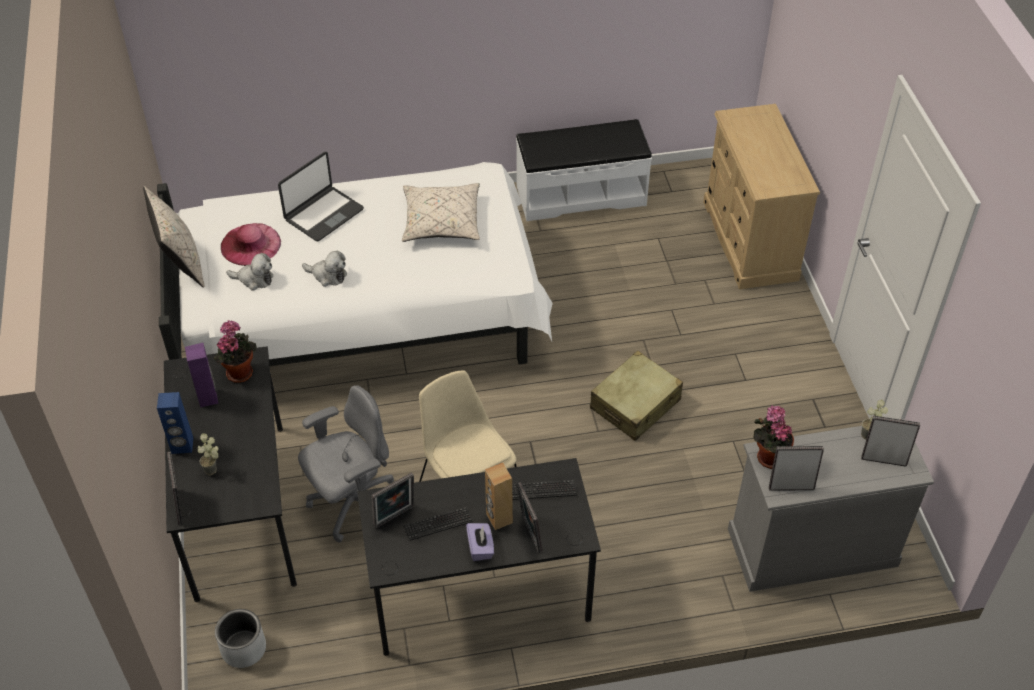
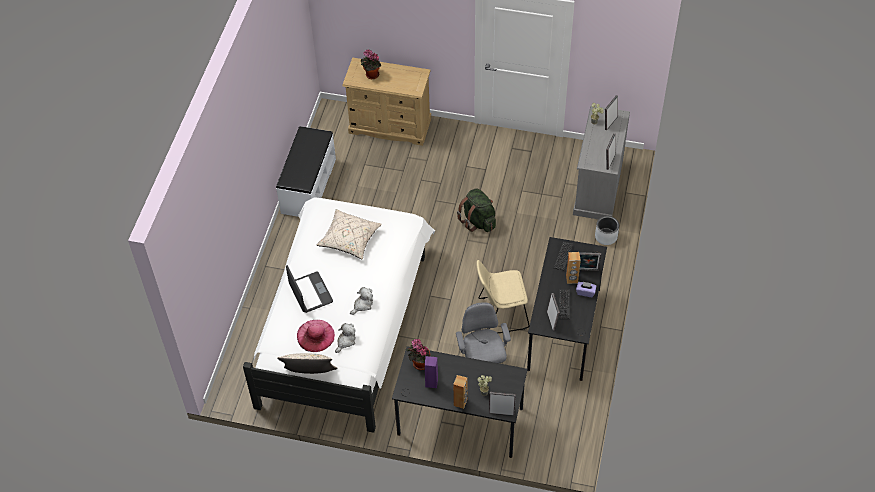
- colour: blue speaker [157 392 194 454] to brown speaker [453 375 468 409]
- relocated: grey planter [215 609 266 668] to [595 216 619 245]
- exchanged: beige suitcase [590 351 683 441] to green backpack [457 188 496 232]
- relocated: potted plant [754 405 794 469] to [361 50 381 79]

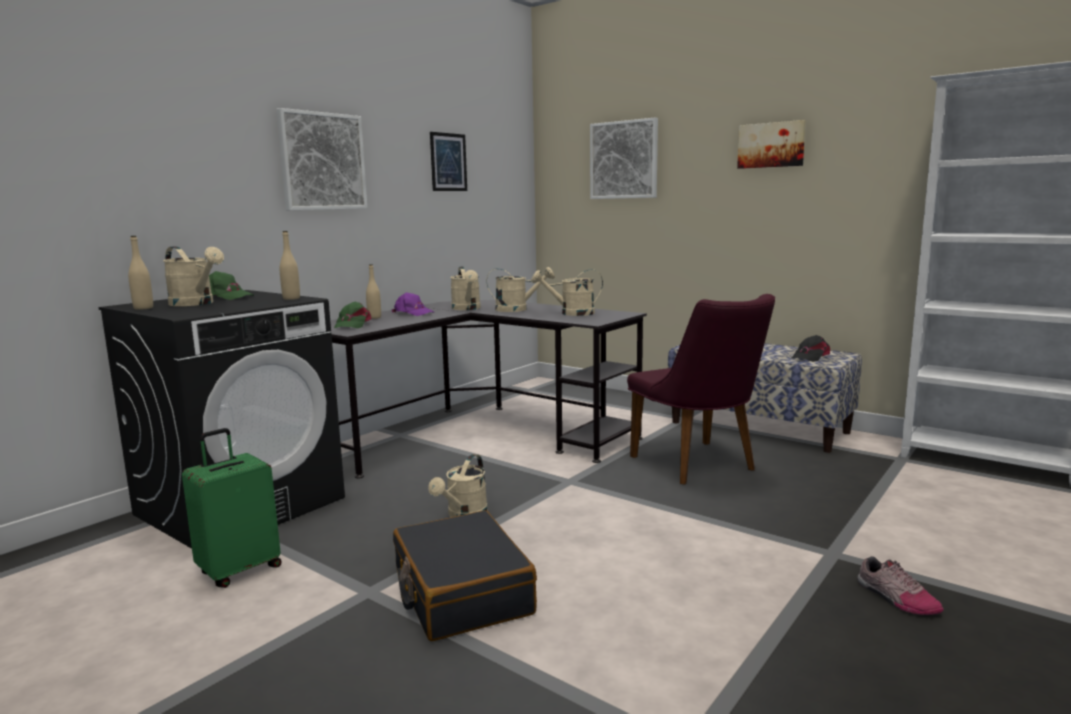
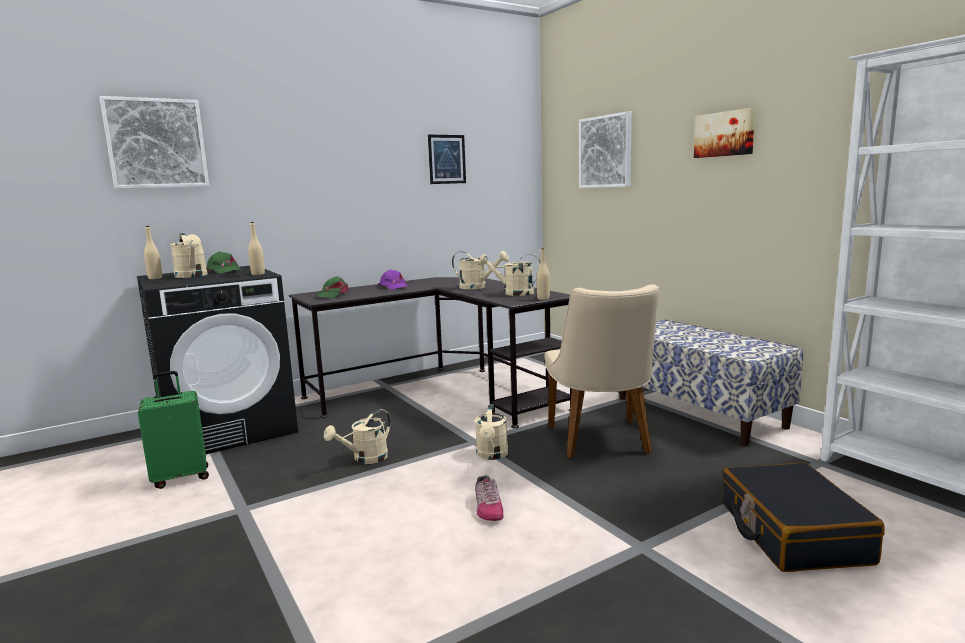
- relocated: picture [276 108 367 210] to [100 96 209 189]
- relocated: beige bottle [366 264 381 319] to [536 248 550 300]
- relocated: black suitcase [393 510 537 641] to [722 462 885 572]
- relocated: beige watering can [450 267 481 310] to [475 404 508 460]
- colour: purple chair [627 294 775 485] to beige chair [544 284 659 459]
- missing: black cap [792 335 830 362]
- relocated: shoe [857 556 944 615] to [475 475 504 521]

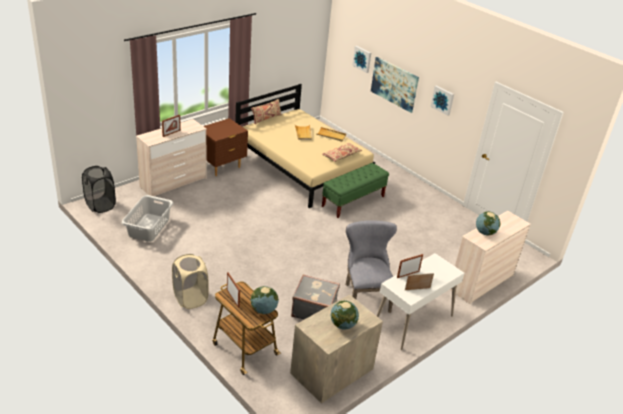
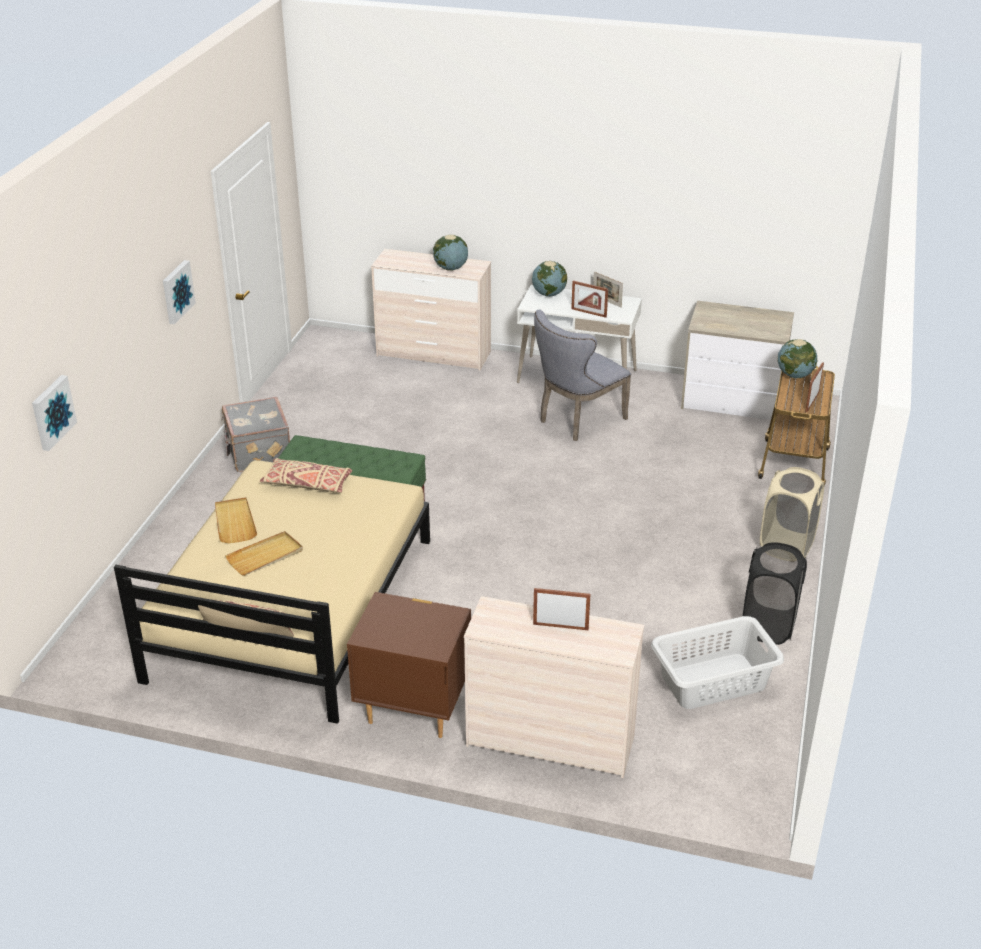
- relocated: black laundry basket [82 166 116 213] to [743 542 807 645]
- relocated: grey suitcase [291 274 340 319] to [222 397 290 472]
- relocated: globe [331 301 359 330] to [532 261 567 297]
- missing: picture [371 57 419 113]

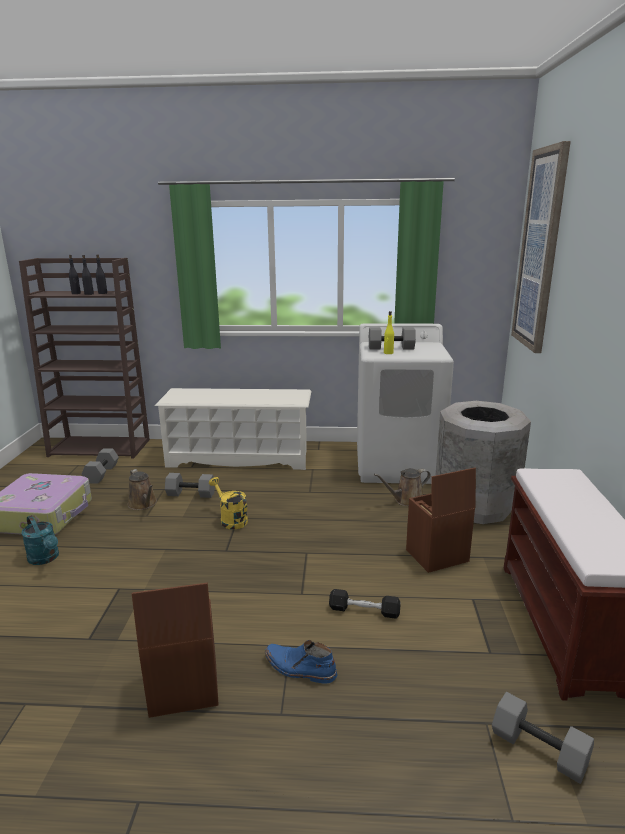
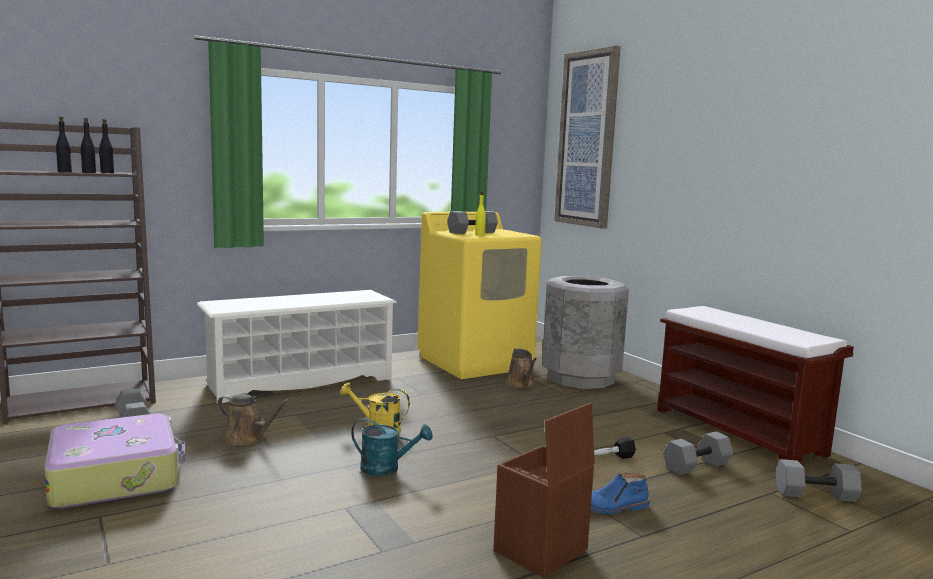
- relocated: turquoise watering can [21 515 59 565] to [351 418 432 476]
- relocated: grey dumbbell [165 473 215 498] to [663 431 733 475]
- colour: white washing machine [357 323 454 484] to yellow washing machine [417 212 542 379]
- spun: brown watering can [374 468 430 506] = [506 348 537 388] 45 degrees counterclockwise
- missing: brown storage box [406 468 476 573]

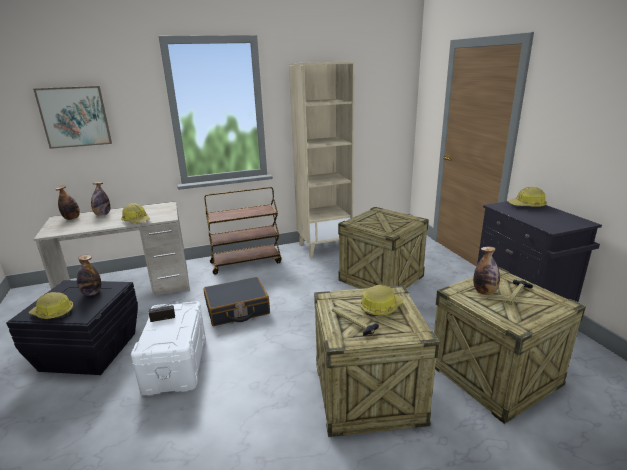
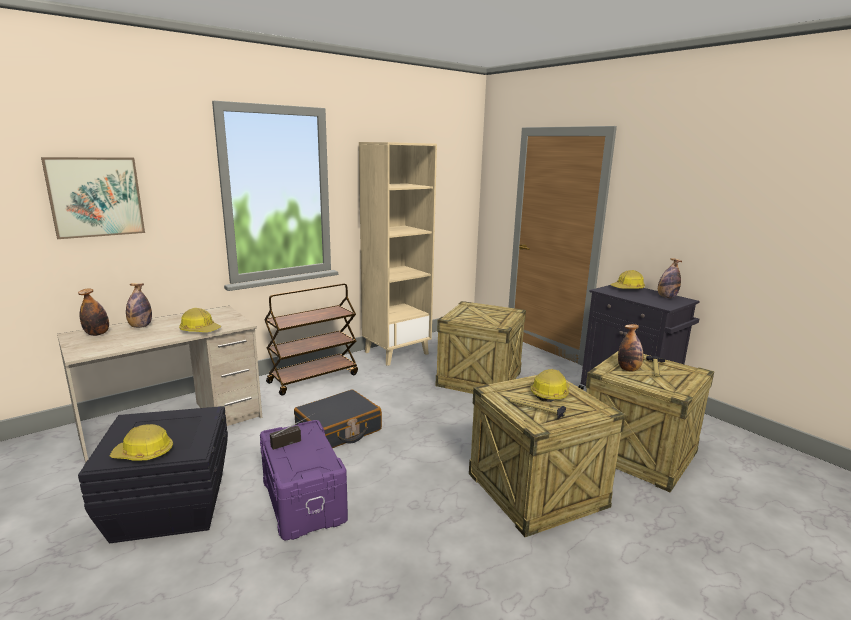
- relocated: bottle [77 255 101 296] to [658 258 682 298]
- colour: white storage box [131 301 206 396] to purple storage box [260 420 348 540]

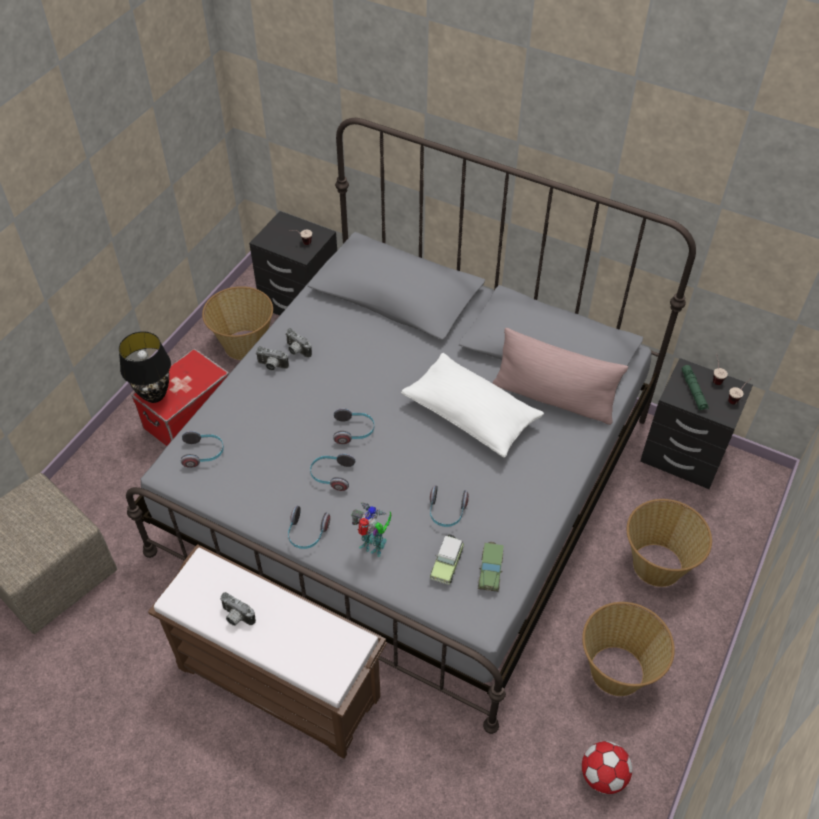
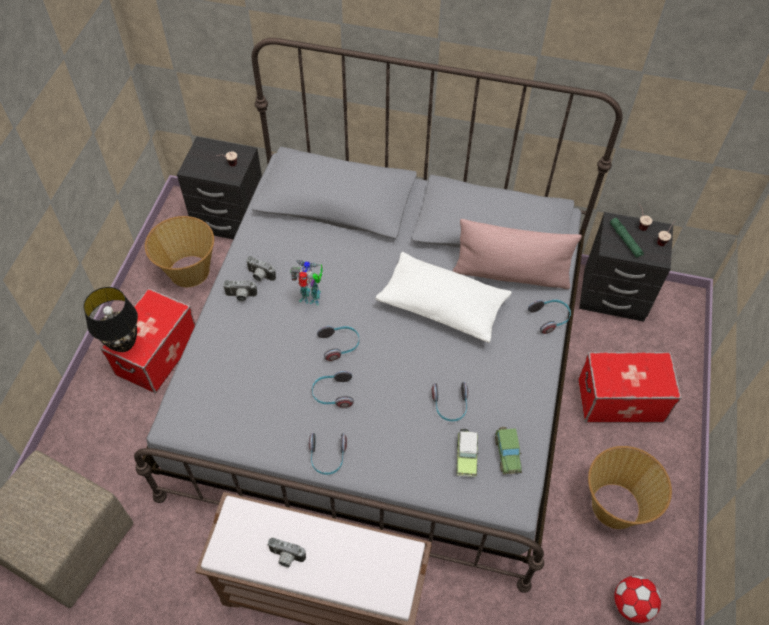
- relocated: headphones [181 431 224 468] to [528 300 571 334]
- relocated: toy robot [351 502 392 557] to [290 260 323 306]
- exchanged: basket [627 499 712 587] to storage box [578 352 682 423]

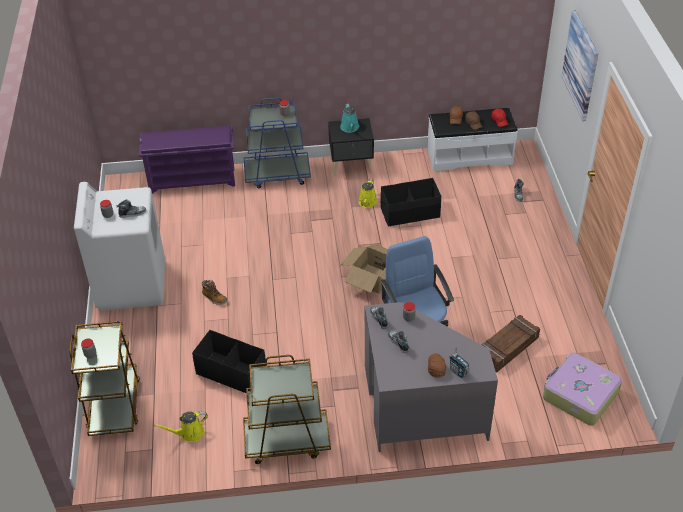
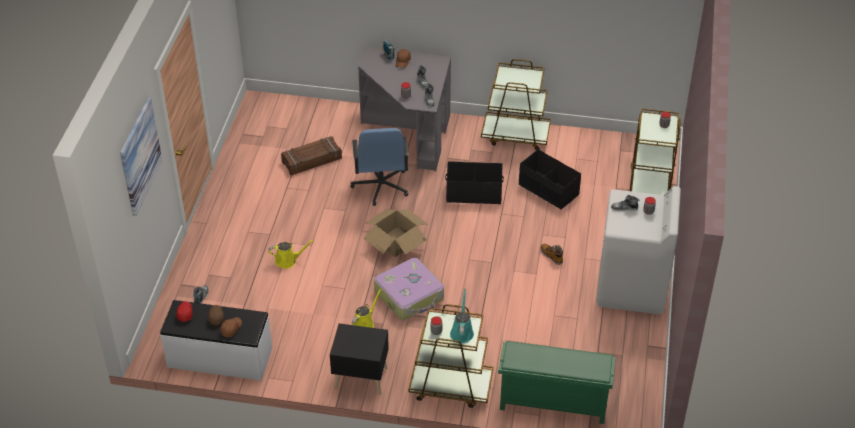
- colour: purple shoe rack [139 126 235 194] to green shoe rack [498 341 616 424]
- relocated: yellow watering can [154 411 208 442] to [269 240 314 269]
- colour: blue cart [244 98 311 188] to brown cart [408 304 493 408]
- relocated: turquoise watering can [340 104 359 133] to [450 289 474 343]
- relocated: black storage box [381 178 441 227] to [445 161 504 204]
- relocated: suitcase [543 353 622 426] to [374 258 444 320]

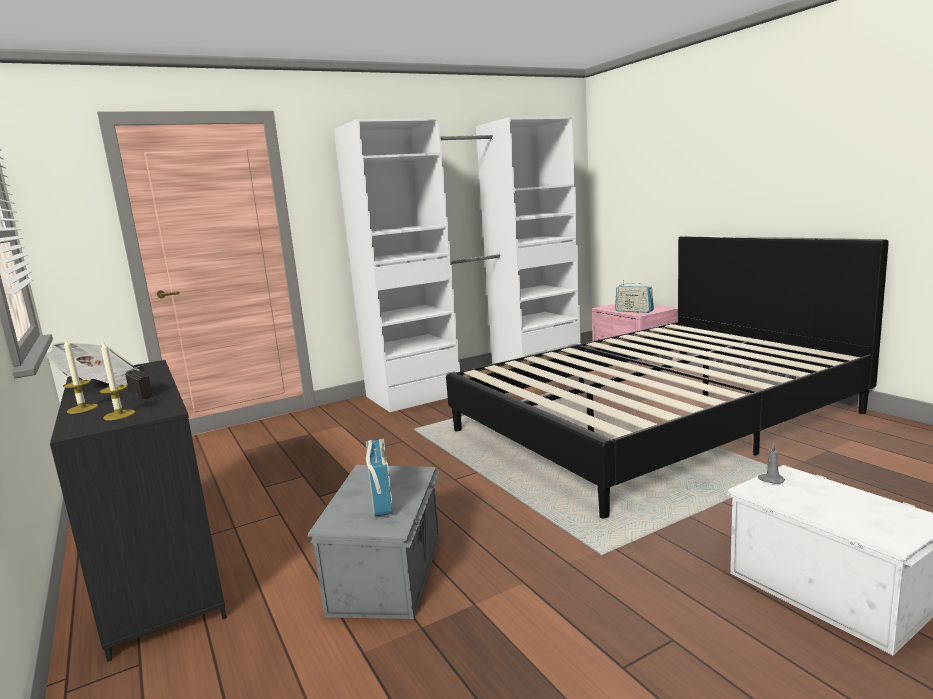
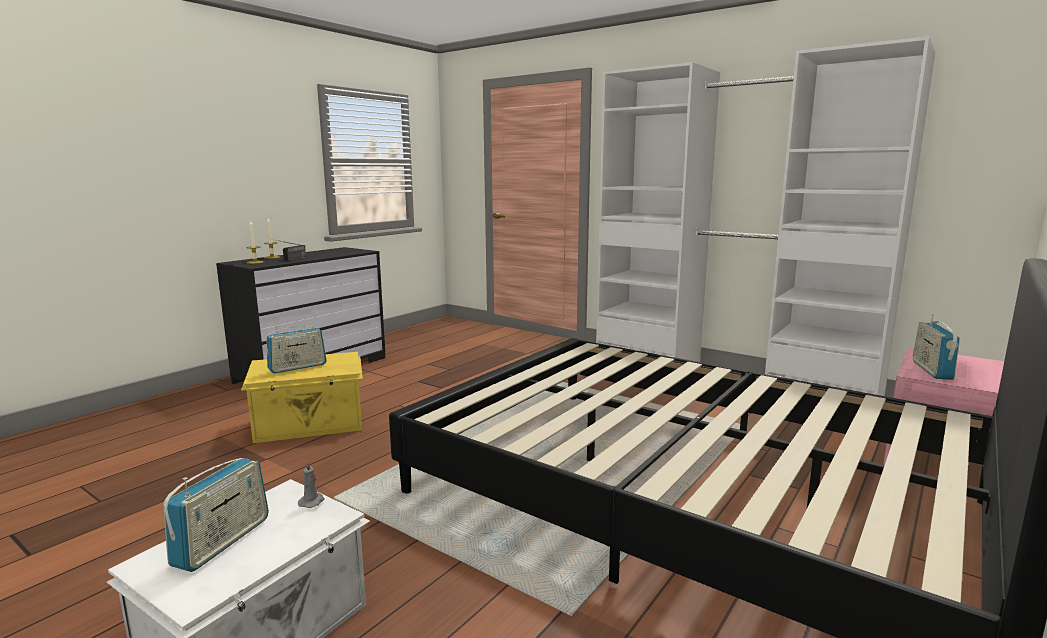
- missing: newspaper [47 343 140 385]
- colour: grey storage box [308 465 440 619] to yellow storage box [241 352 363 443]
- appeared: radio [163 458 269 572]

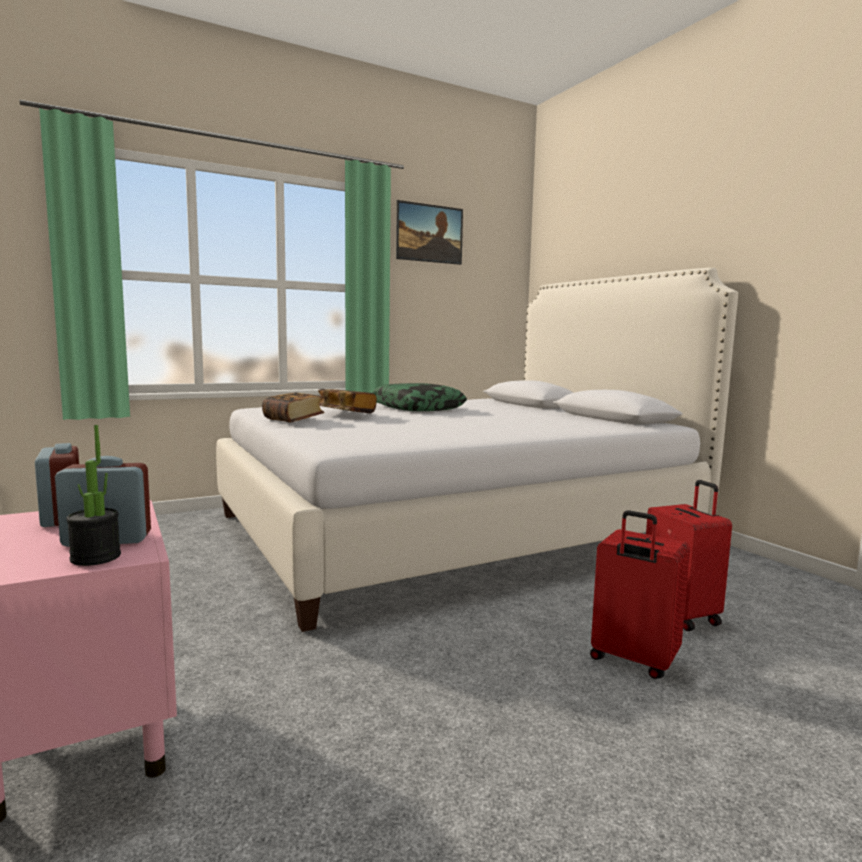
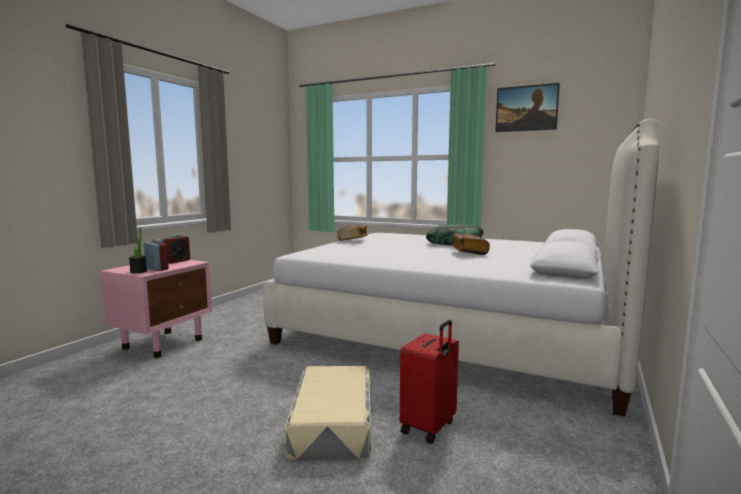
- relocated: book [318 389 377 413] to [452 234 490 255]
- exchanged: red suitcase [590 510 690 679] to beige storage box [285 366 371 460]

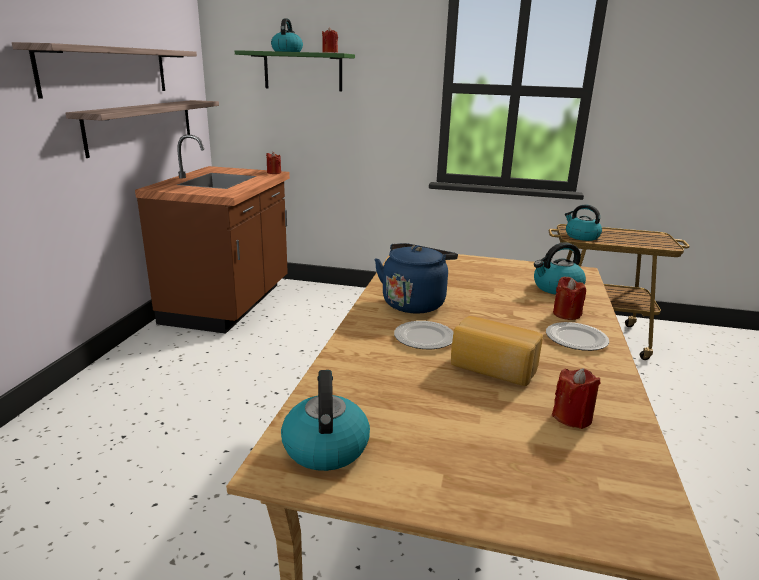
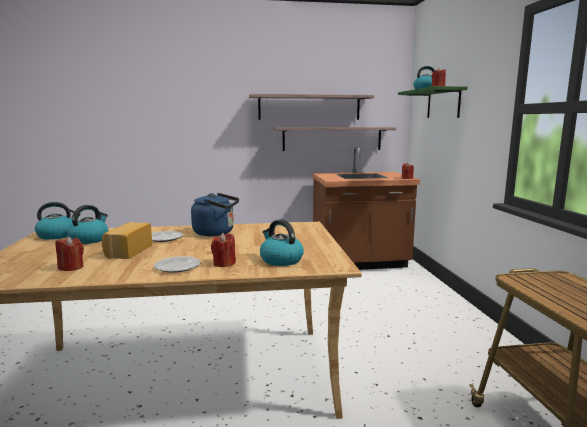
- relocated: kettle [565 204 602 241] to [67 205 108 244]

